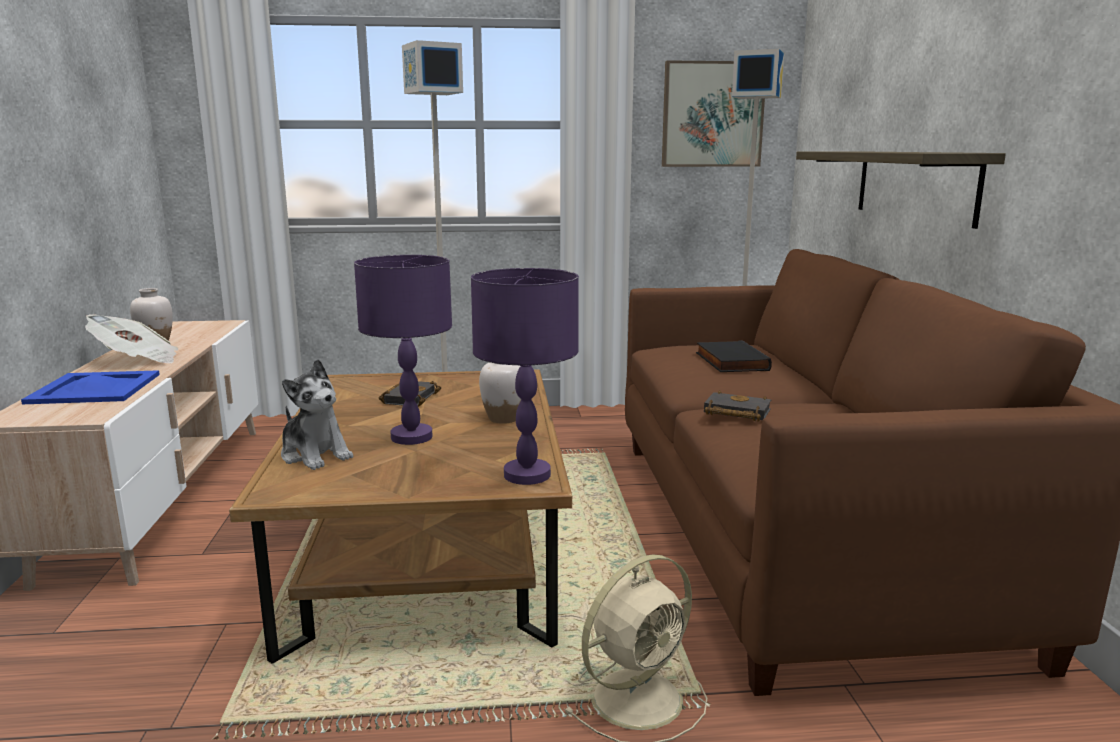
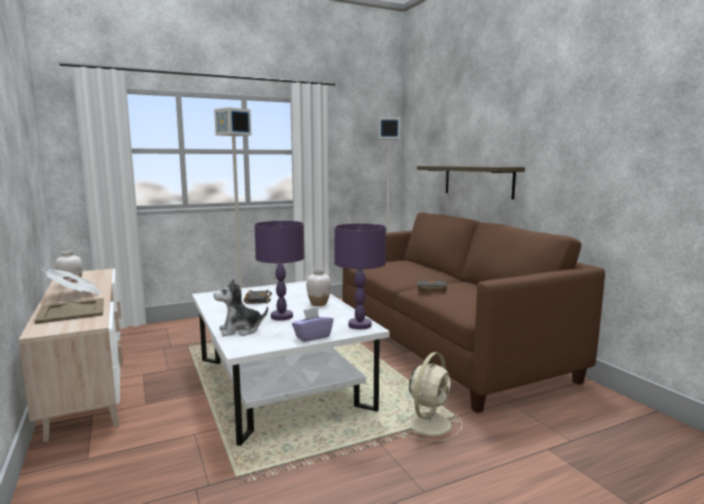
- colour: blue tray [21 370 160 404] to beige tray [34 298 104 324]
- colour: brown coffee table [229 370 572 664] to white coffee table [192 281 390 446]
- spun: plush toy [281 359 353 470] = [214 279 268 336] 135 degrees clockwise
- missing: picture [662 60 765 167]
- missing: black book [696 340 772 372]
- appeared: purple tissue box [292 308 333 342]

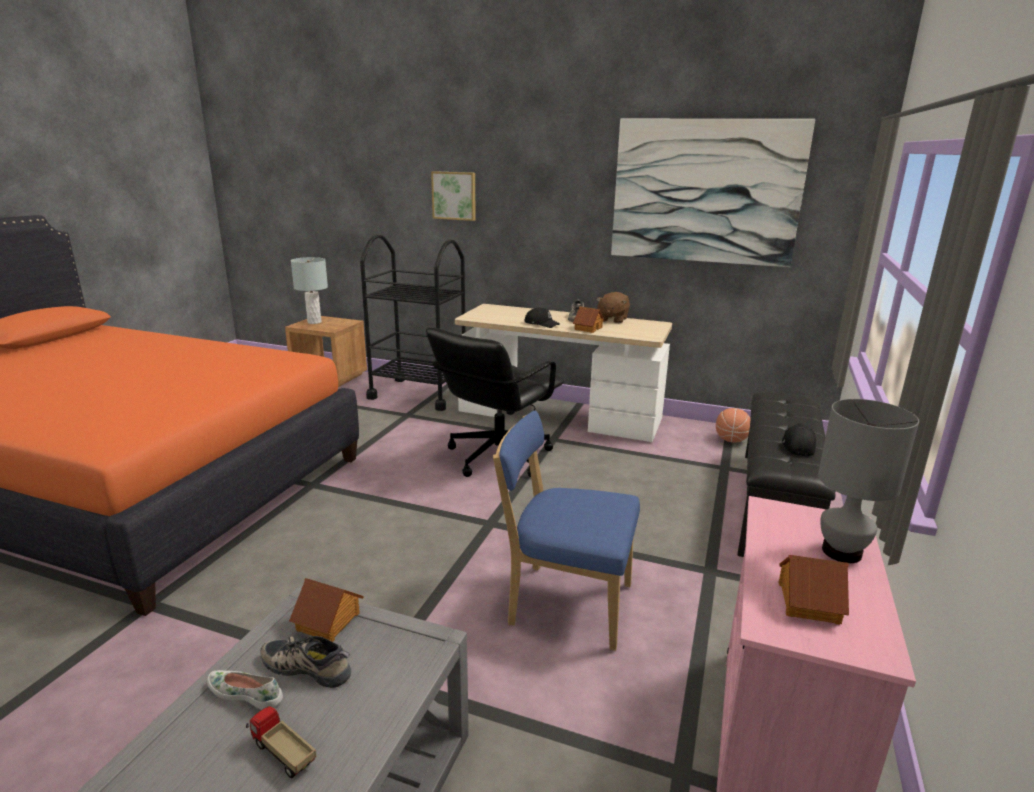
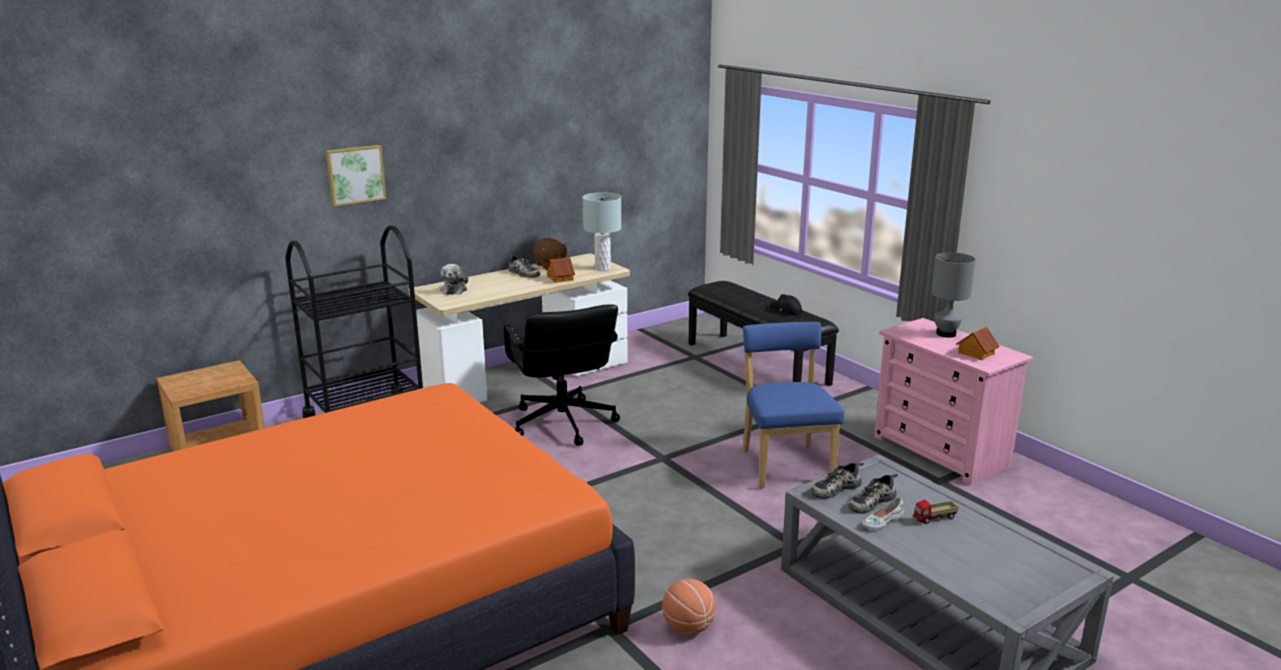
- exchanged: toy house [289 578 364 642] to shoe [810 462 864 499]
- relocated: grey table lamp [291 257 328 324] to [582 192 621 271]
- spun: blue chair [493 410 640 651] = [742 322 844 488] 120 degrees clockwise
- missing: black cap [524 307 560 328]
- missing: picture [611 119 815 267]
- relocated: basketball [716 408 751 443] to [662 579 716 635]
- appeared: plush toy [440 264 468 295]

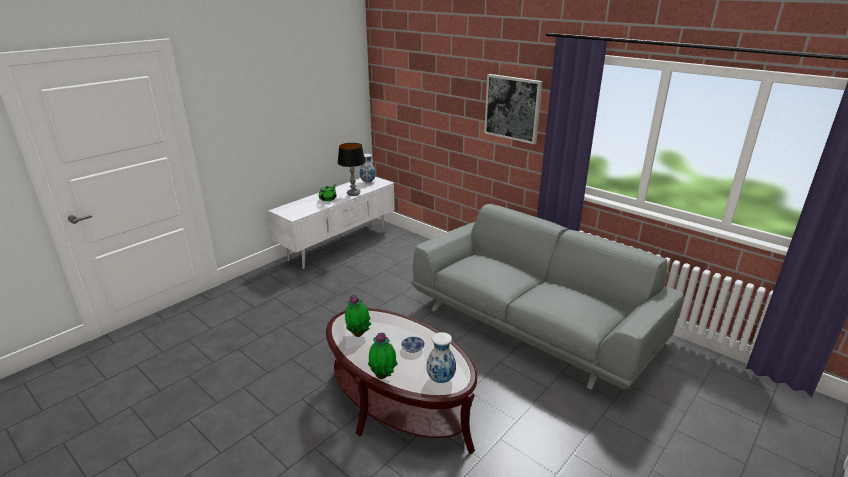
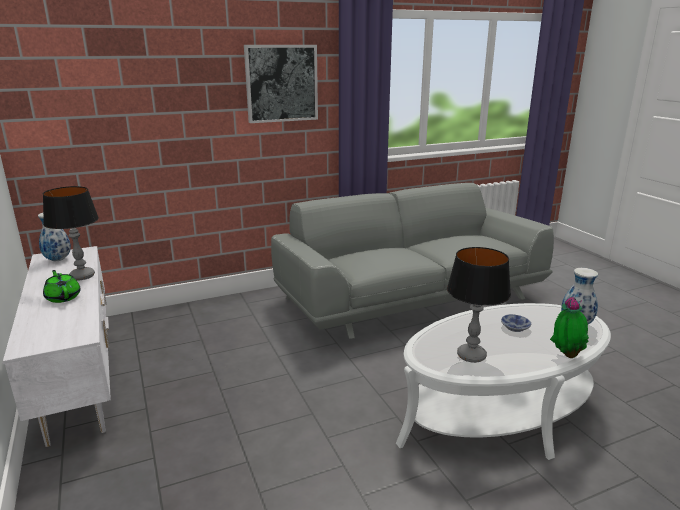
- colour: brown coffee table [326 308 477 454] to white coffee table [396 303 611 460]
- exchanged: potted plant [345 295 371 337] to table lamp [447 247 511 363]

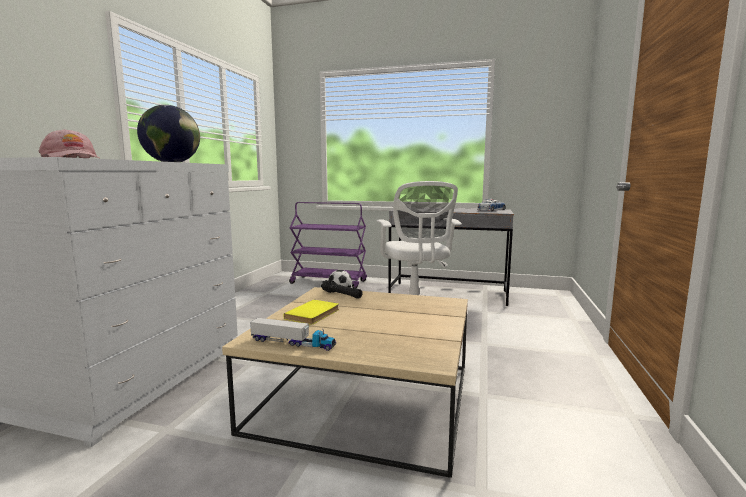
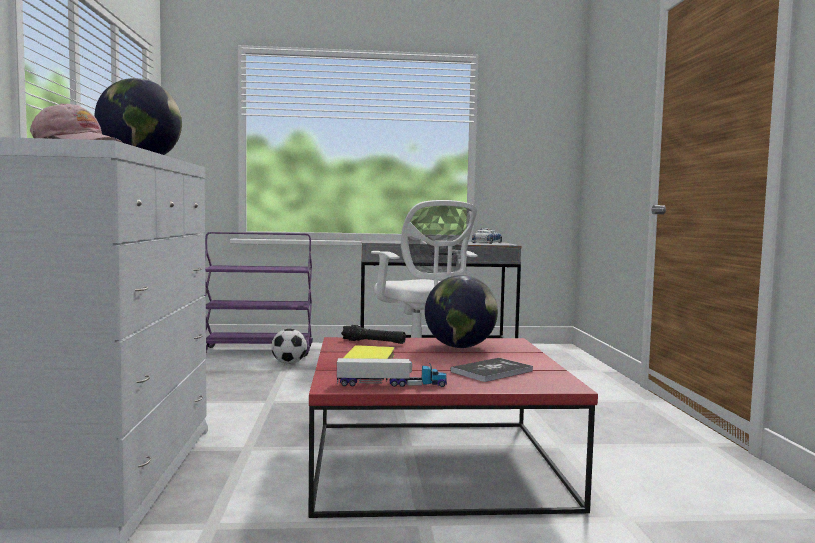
- colour: beige coffee table [222 287 468 478] to red coffee table [309 337 598 518]
- appeared: globe [425 275 498 348]
- appeared: book [451 358 533 382]

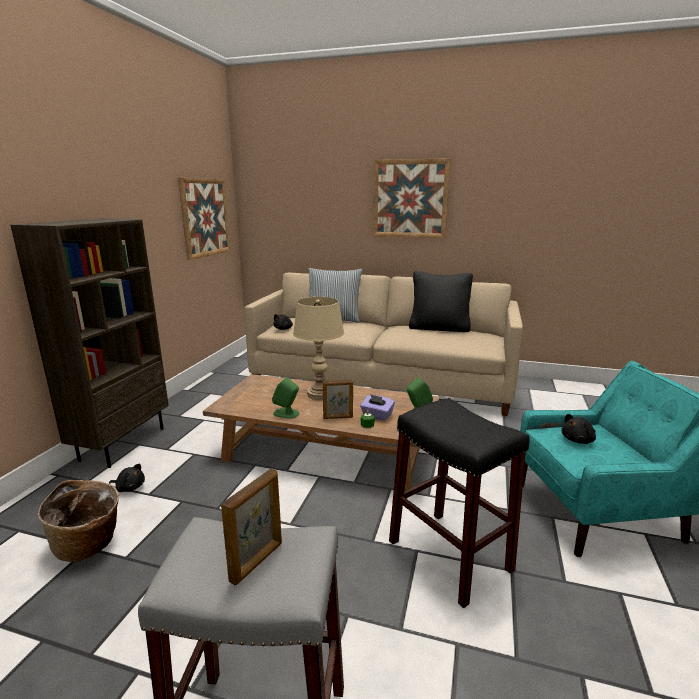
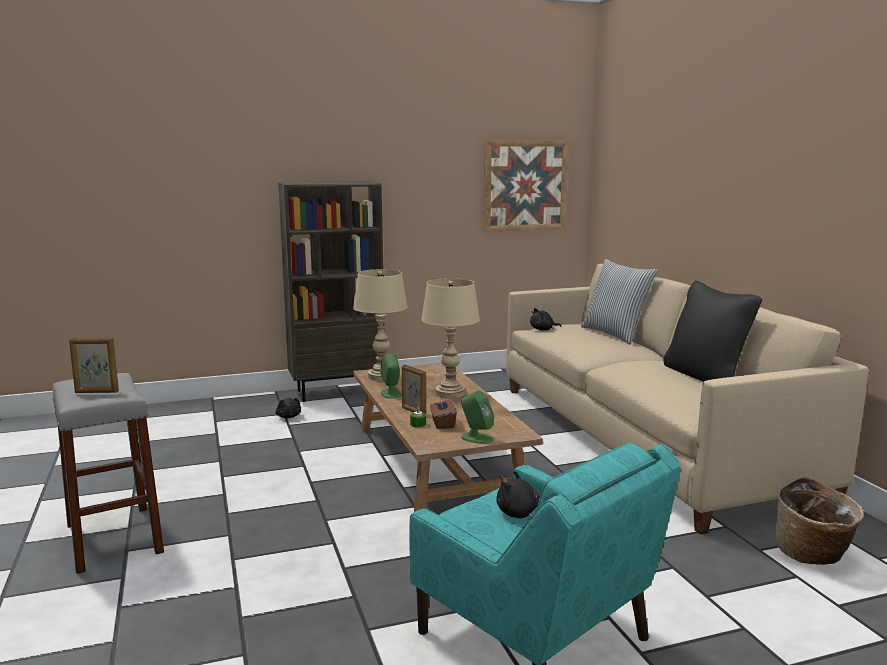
- relocated: basket [38 480 119 562] to [775 477 864 565]
- colour: purple tissue box [360 394 395 421] to brown tissue box [430 396 457 429]
- missing: picture [373 158 451 238]
- missing: black stool [389 398 529 608]
- appeared: beige table lamp [353 269 408 381]

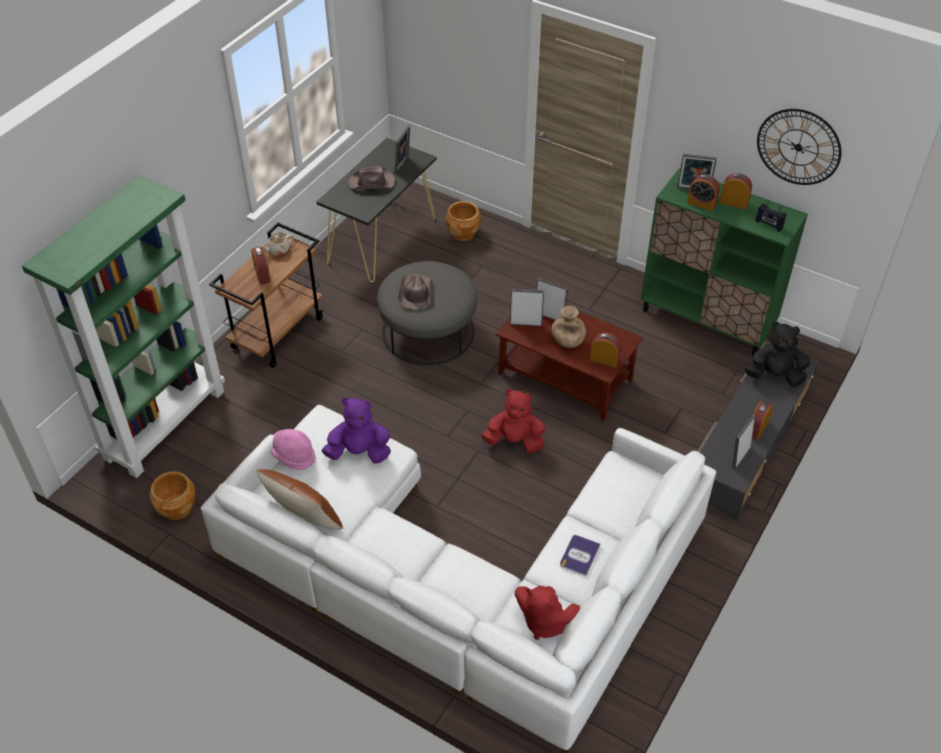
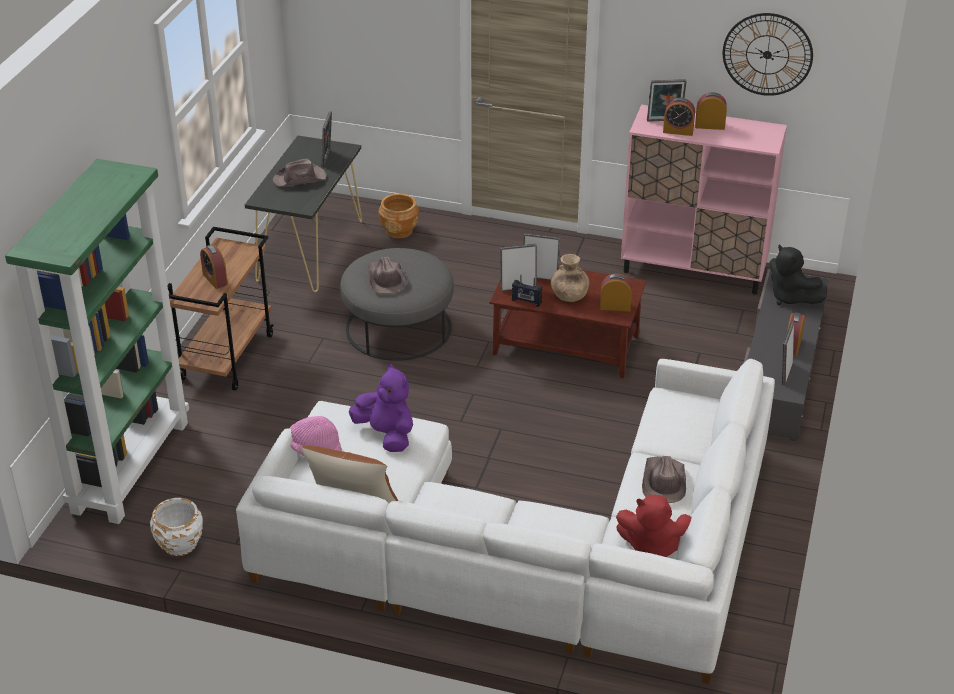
- colour: brown planter [150 471 195 520] to white planter [150 498 203 556]
- missing: beige teapot [259 234 293 255]
- spun: purple plush toy [322 397 391 464] = [349 364 413 452] 60 degrees clockwise
- missing: red plush toy [481 389 546 453]
- exchanged: book [560 535 600 576] to brown hat [642 456 686 503]
- colour: green cabinet [641 168 808 356] to pink cabinet [621 105 787 294]
- spun: black plush toy [745 322 810 387] = [769 244 827 305] 120 degrees counterclockwise
- relocated: radio [756 200 787 232] to [512 275 543 307]

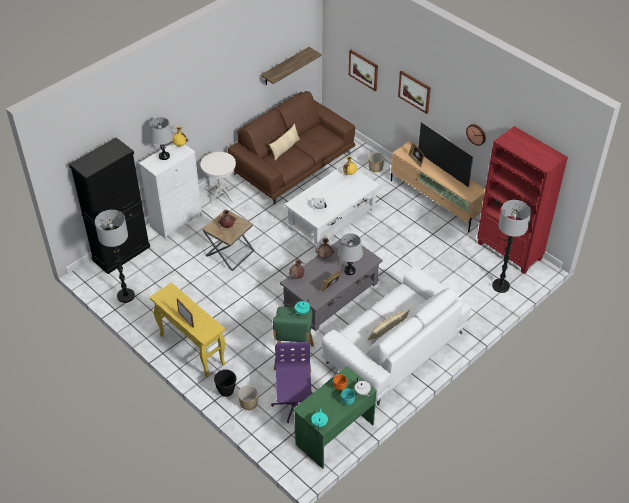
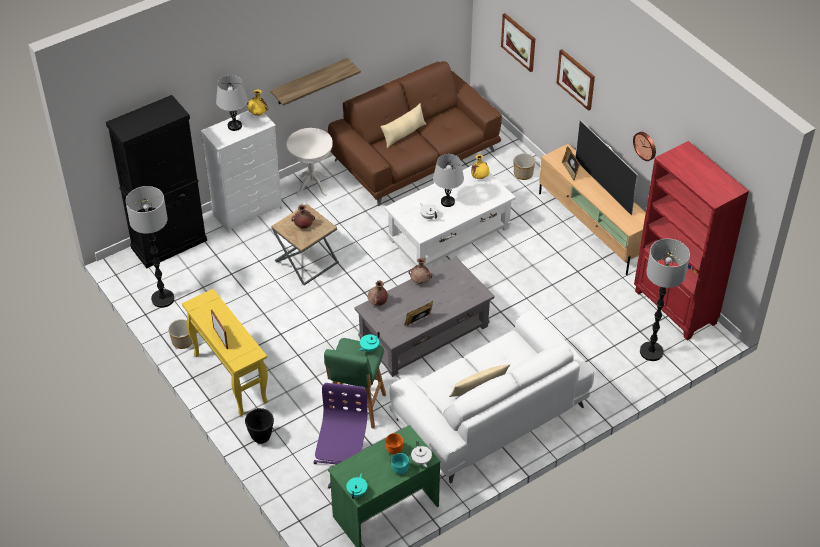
- relocated: planter [238 385 258 410] to [168 319 192 349]
- relocated: shelf [261 47 322 85] to [270 58 361 106]
- relocated: grey table lamp [338 233 363 275] to [433 154 464 207]

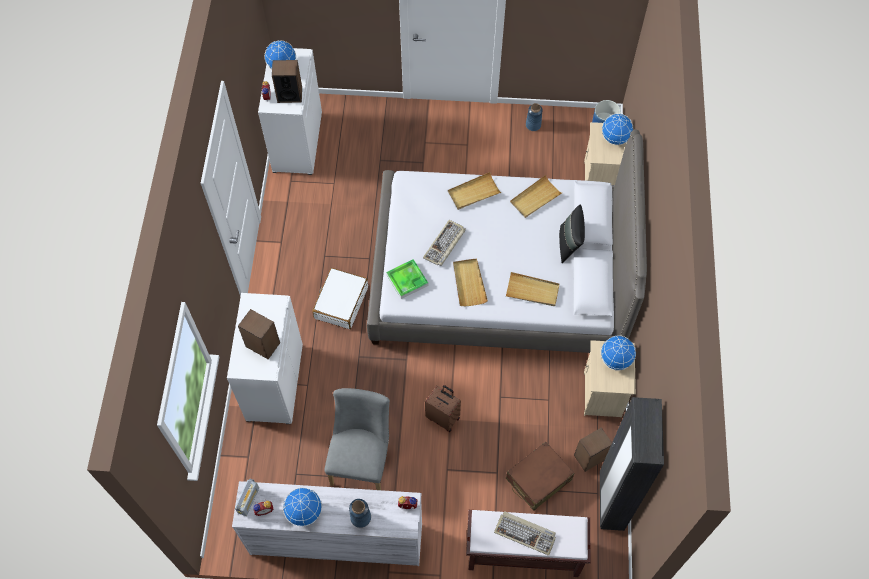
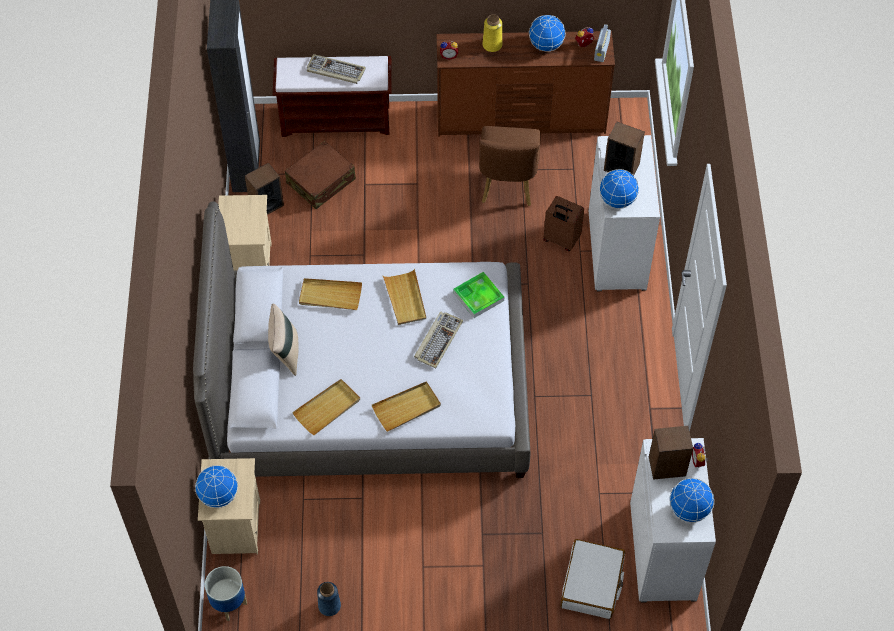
- colour: white dresser [232 481 422 566] to brown dresser [437 31 615 136]
- relocated: white suitcase [312 268 368 329] to [560 539 625 619]
- colour: grey chair [325 388 390 490] to brown chair [479 126 541 206]
- colour: blue vase [349 499 371 528] to yellow vase [483 14 502 52]
- relocated: brown suitcase [425 385 461 432] to [543 196 584 251]
- colour: black pillow [559 204 585 263] to beige pillow [268 304 298 376]
- relocated: globe [601 335 636 371] to [599 169 639 209]

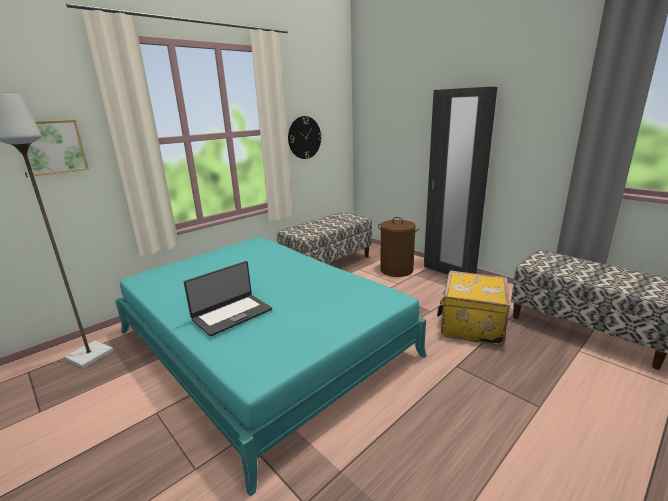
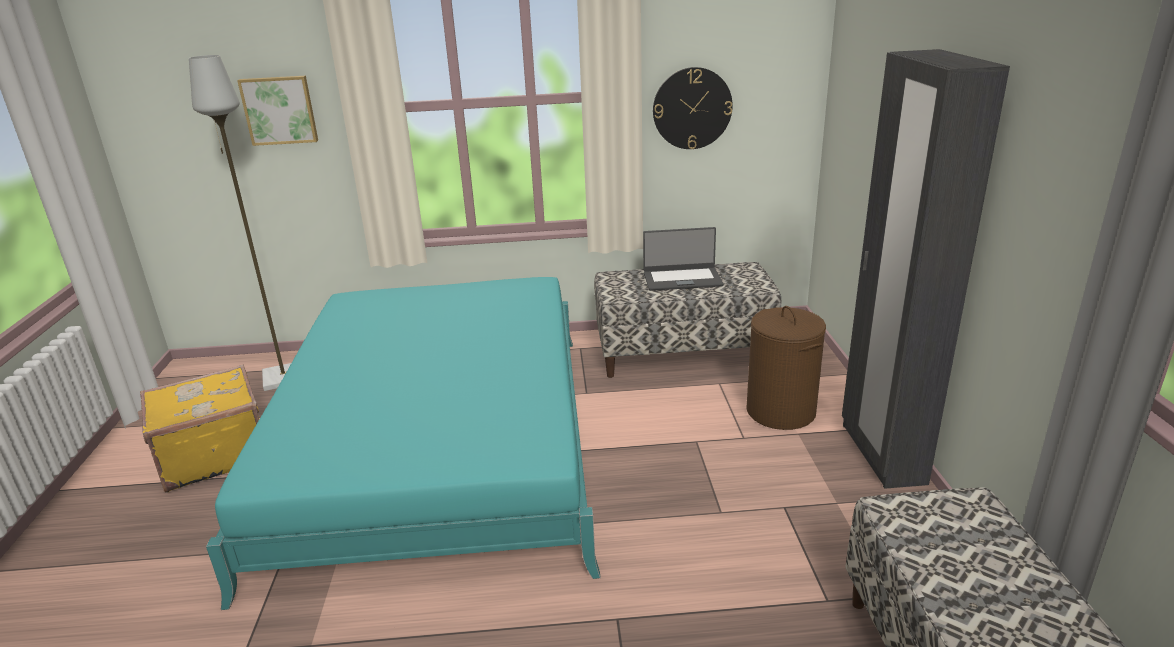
- relocated: laptop [184 261 272 337] to [643 227 723 291]
- relocated: yellow suitcase [437 271 510 346] to [140 364 259 493]

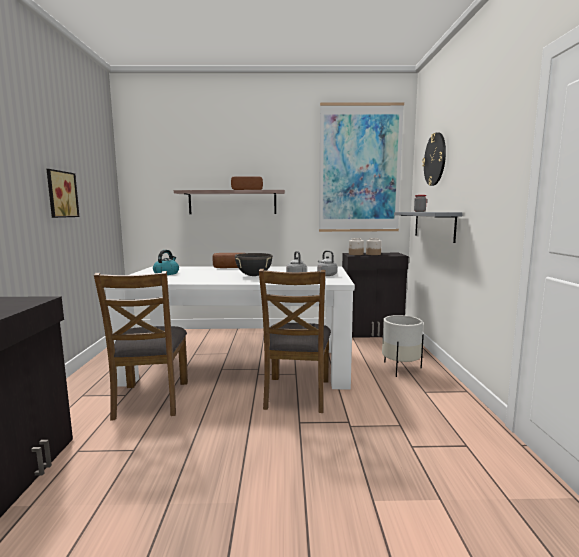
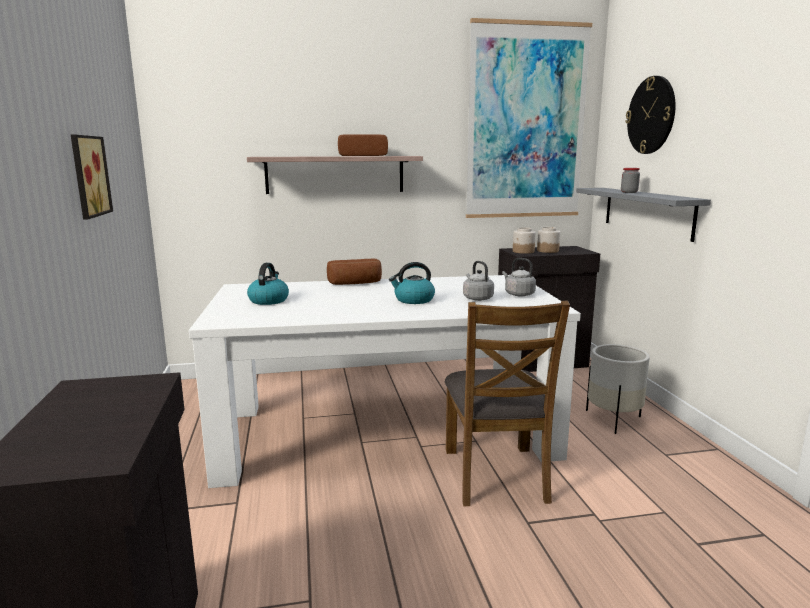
- missing: brown chair [94 271 188 421]
- exchanged: black cooking pot [235 253 273 276] to kettle [389 262 435 304]

